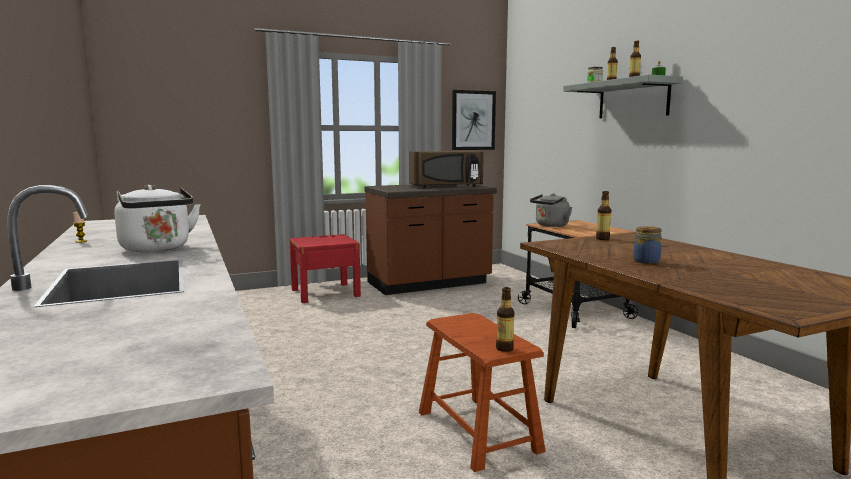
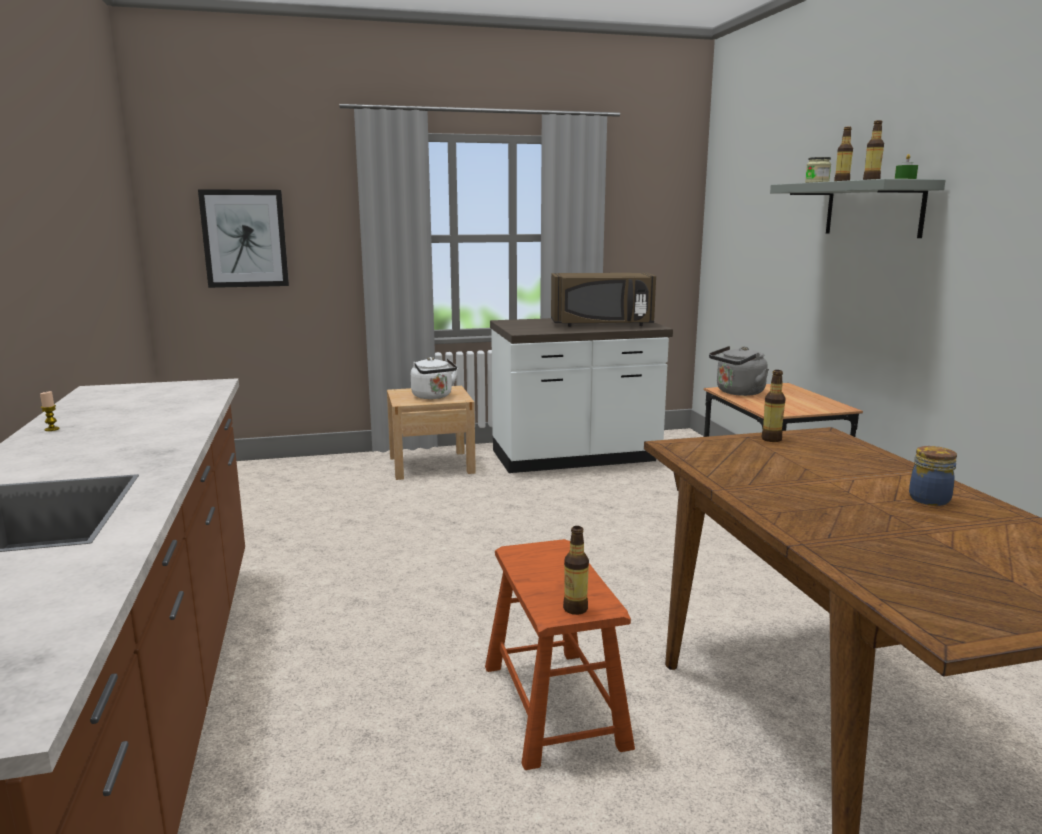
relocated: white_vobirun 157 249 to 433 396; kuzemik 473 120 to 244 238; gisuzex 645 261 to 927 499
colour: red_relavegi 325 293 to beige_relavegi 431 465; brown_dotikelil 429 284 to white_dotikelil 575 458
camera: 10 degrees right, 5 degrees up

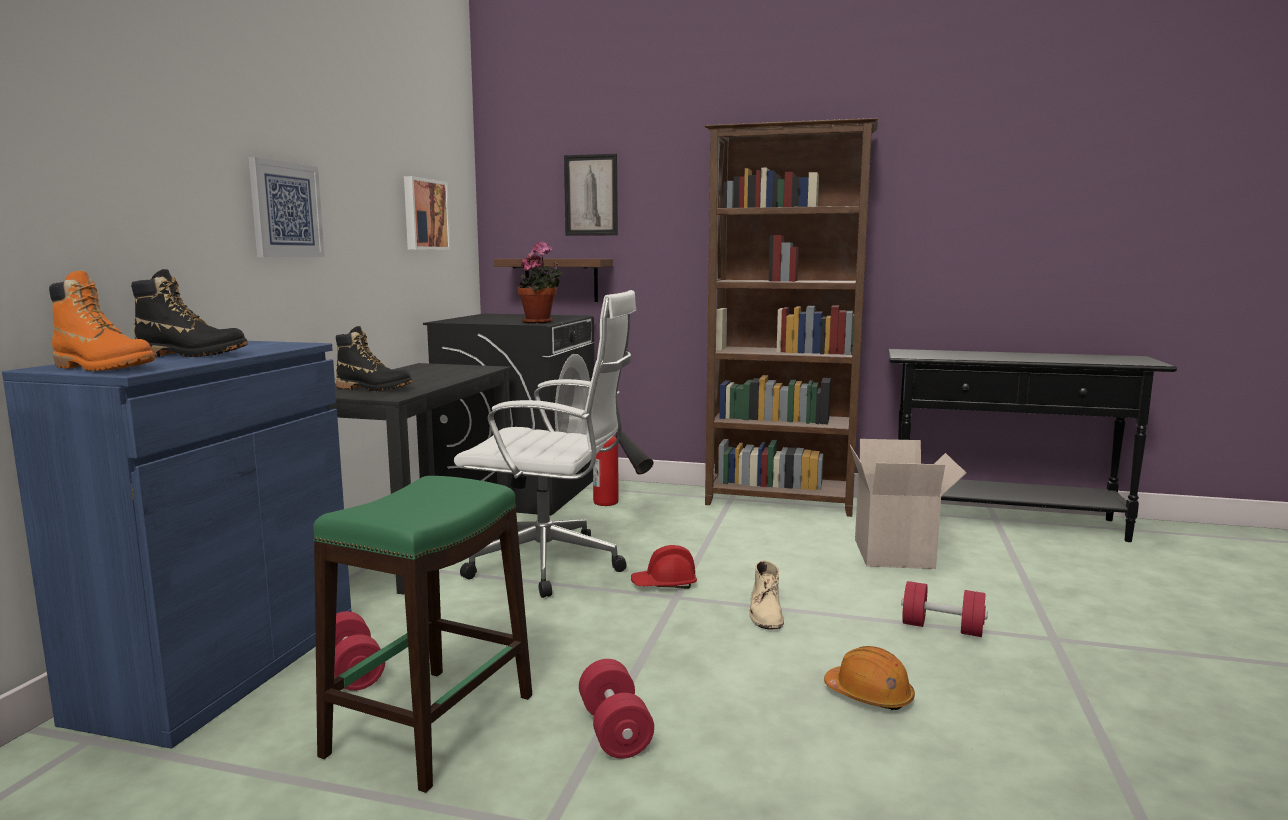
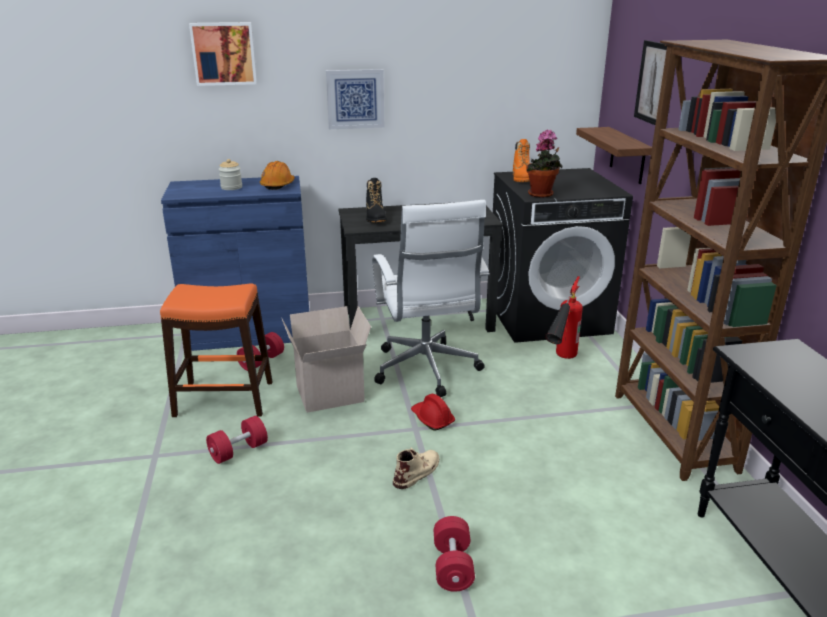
relocated: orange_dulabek 104 368 to 522 179; kuzemik 424 214 to 224 53; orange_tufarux 869 695 to 278 185; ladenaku 896 554 to 329 395
exchanged: black_dulabek 191 355 to gisuzex 231 187
colour: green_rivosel 430 724 to orange_rivosel 224 398
spun: beige_dulabek 766 613 = 417 471 150 degrees clockwise
camera: 65 degrees right, 15 degrees up

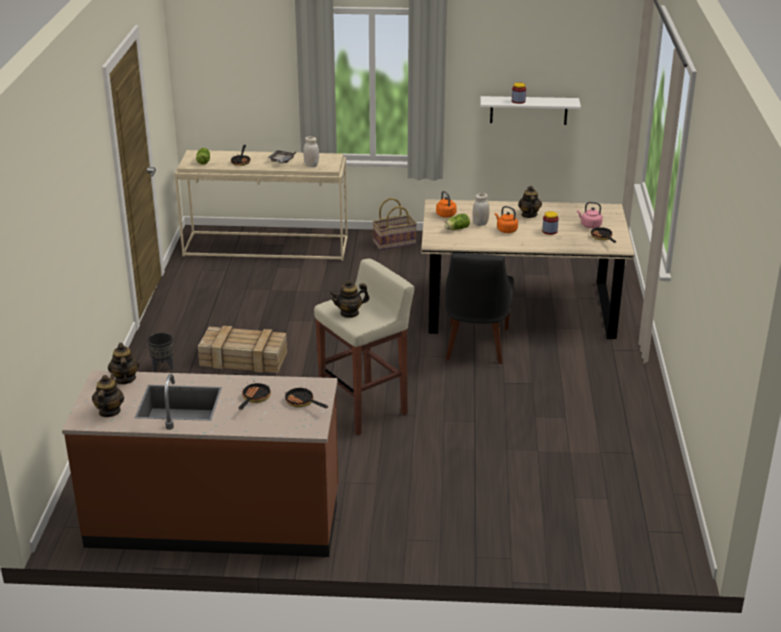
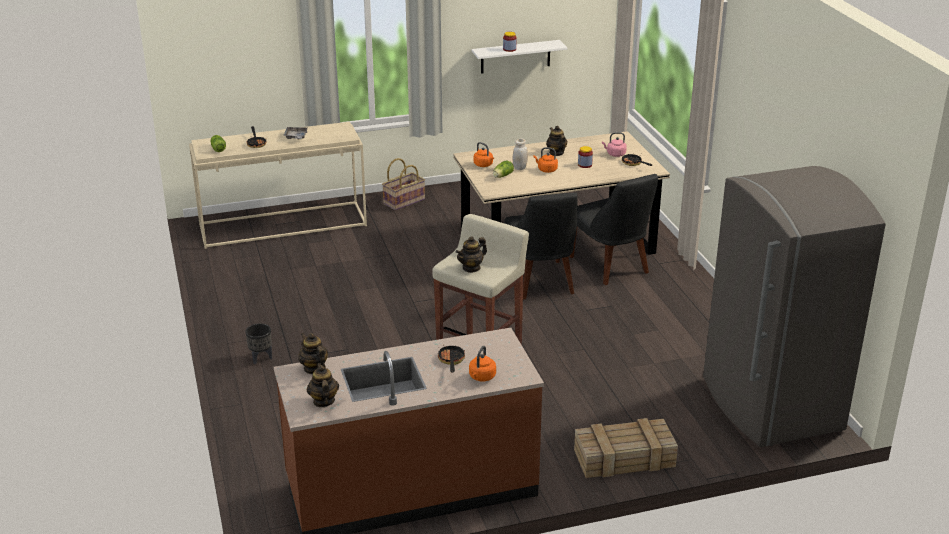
missing: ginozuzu 302 403; white_gisuzex 311 165
appeared: orange_vobirun 481 377; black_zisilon 611 266; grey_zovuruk 770 405
relocated: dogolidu 242 359 to 623 458
camera: 20 degrees left, 0 degrees up

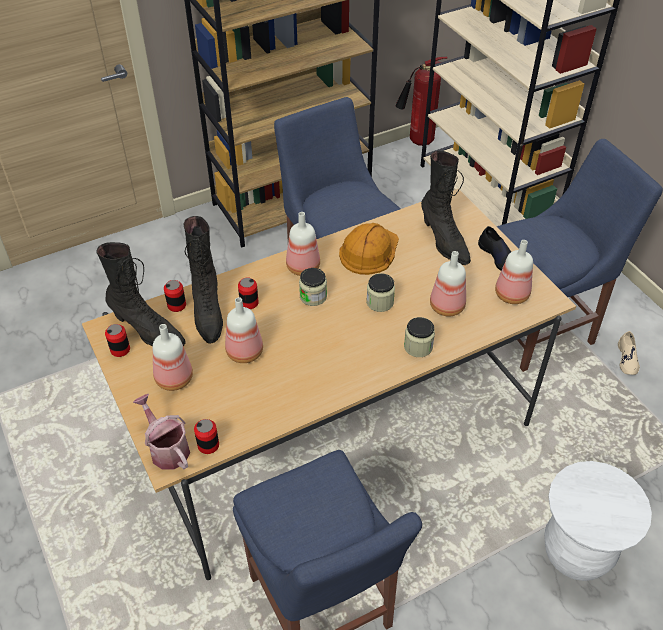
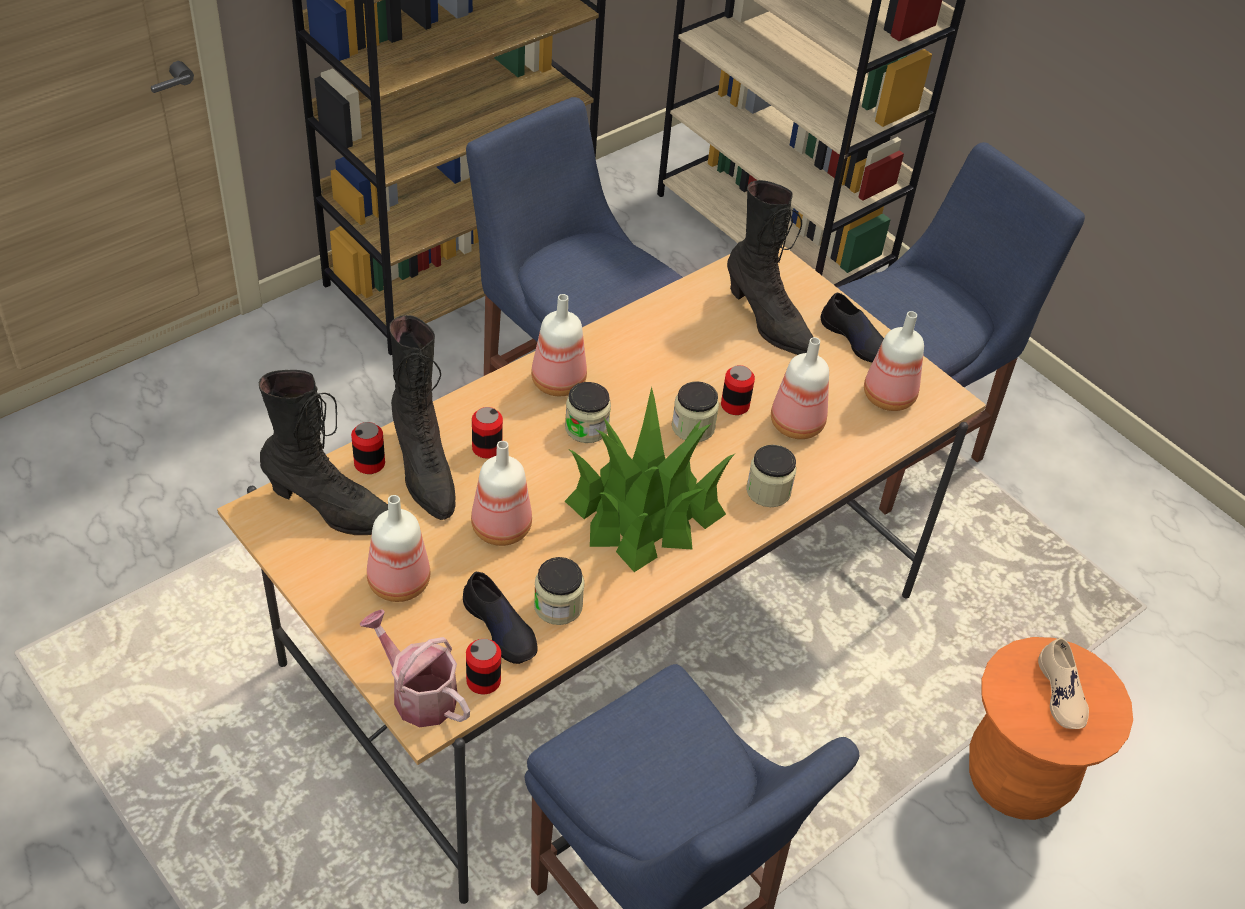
missing: orange_tufarux 369 251; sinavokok 418 142
appeared: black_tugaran 501 627; gisuzex 558 606; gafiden 644 510
relocated: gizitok 120 350 to 735 405; beige_tugaran 627 359 to 1061 693
colour: white_rivosel 576 552 to orange_rivosel 1016 779
camera: 15 degrees left, 0 degrees up

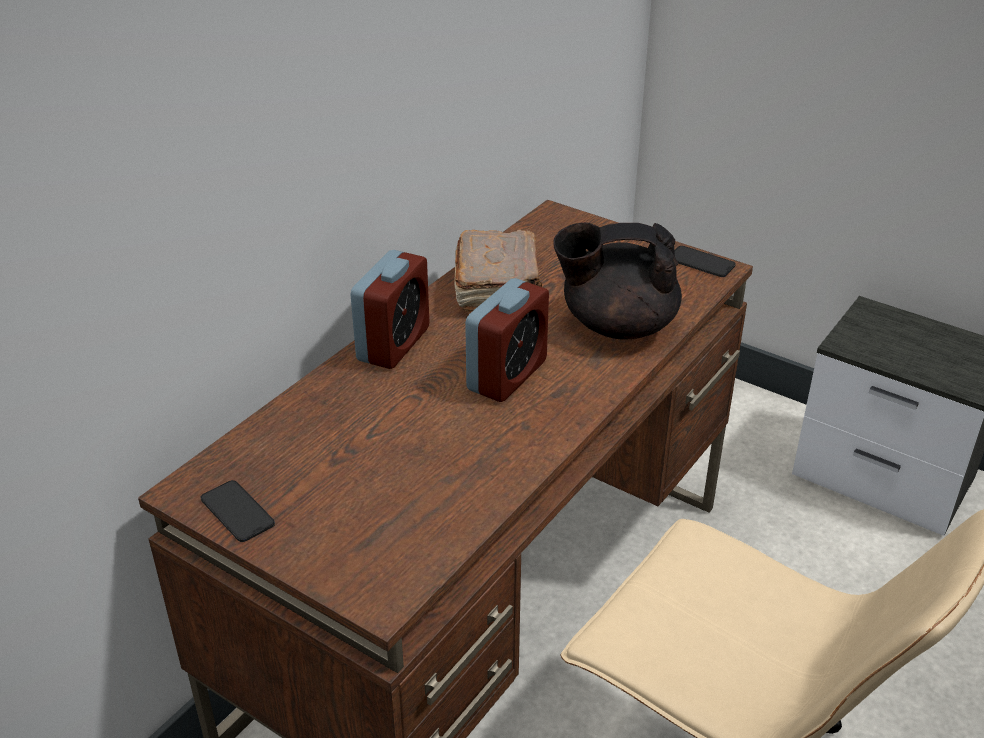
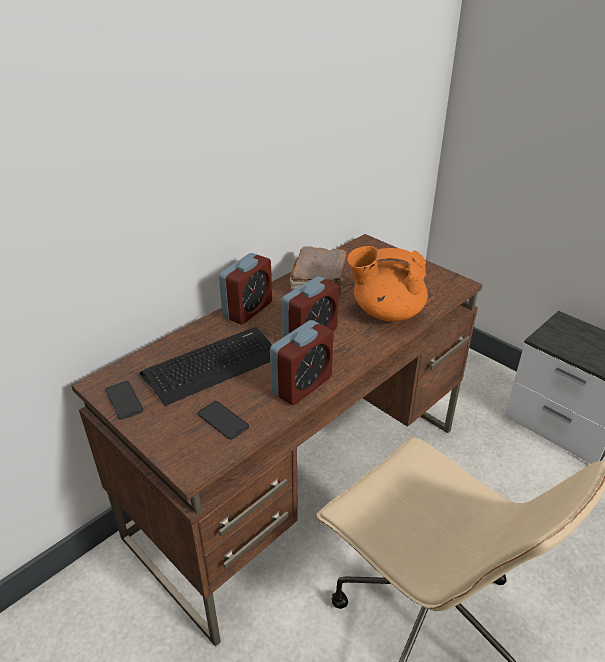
appeared: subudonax 213 365; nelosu 302 385
relocated: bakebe 701 262 to 223 420
colour: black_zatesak 616 325 to orange_zatesak 386 312
camera: 10 degrees right, 0 degrees up

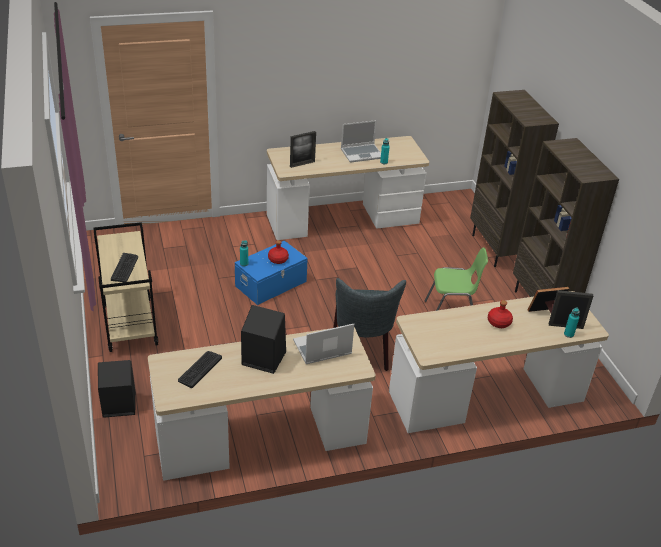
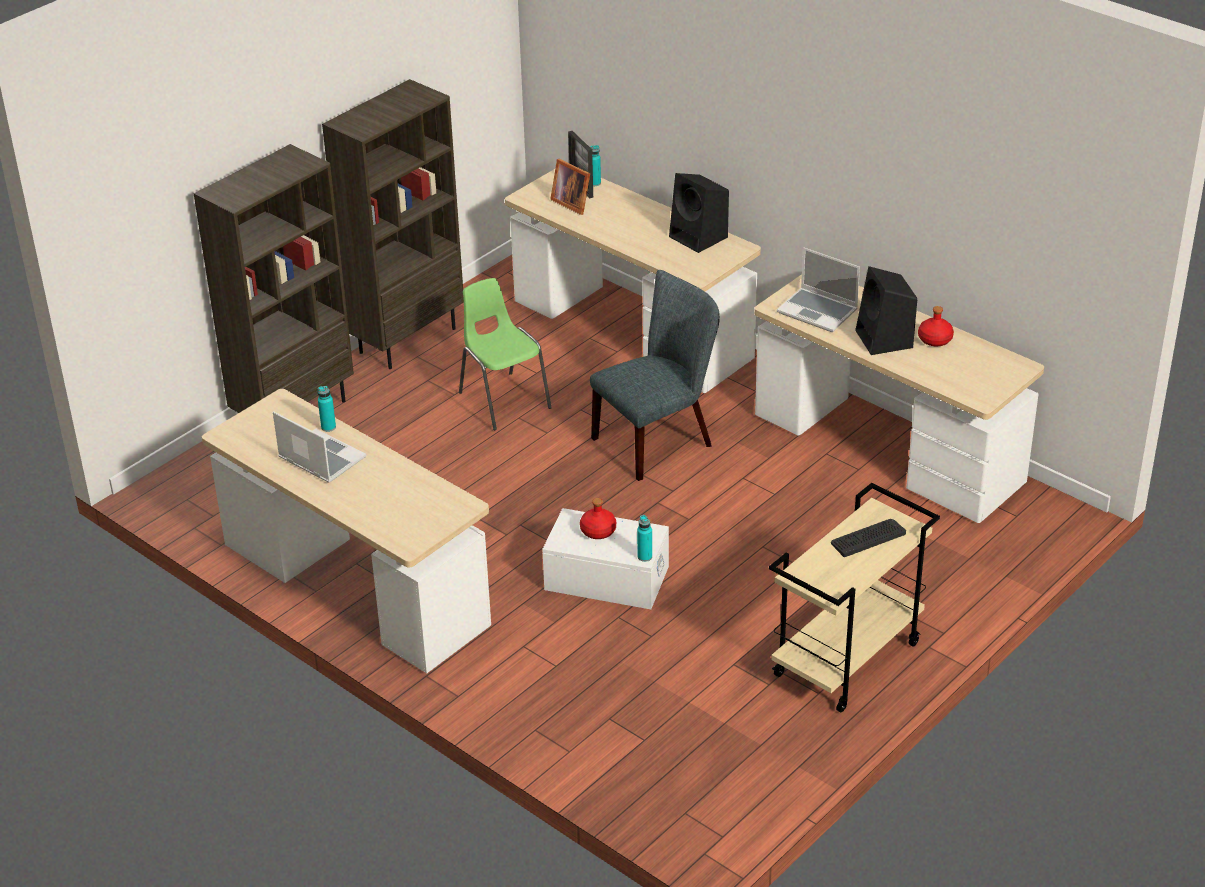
missing: subudonax 199 369; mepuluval 302 164
relocated: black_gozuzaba 118 405 to 700 237; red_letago 499 322 to 934 340
colour: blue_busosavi 271 284 to white_busosavi 606 577
camera: 120 degrees left, 0 degrees up

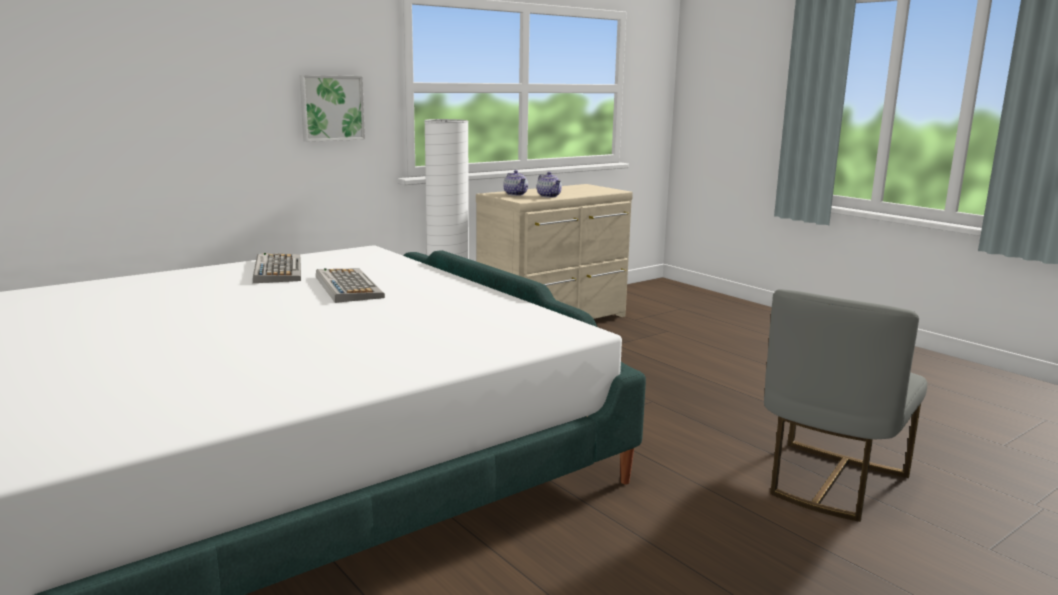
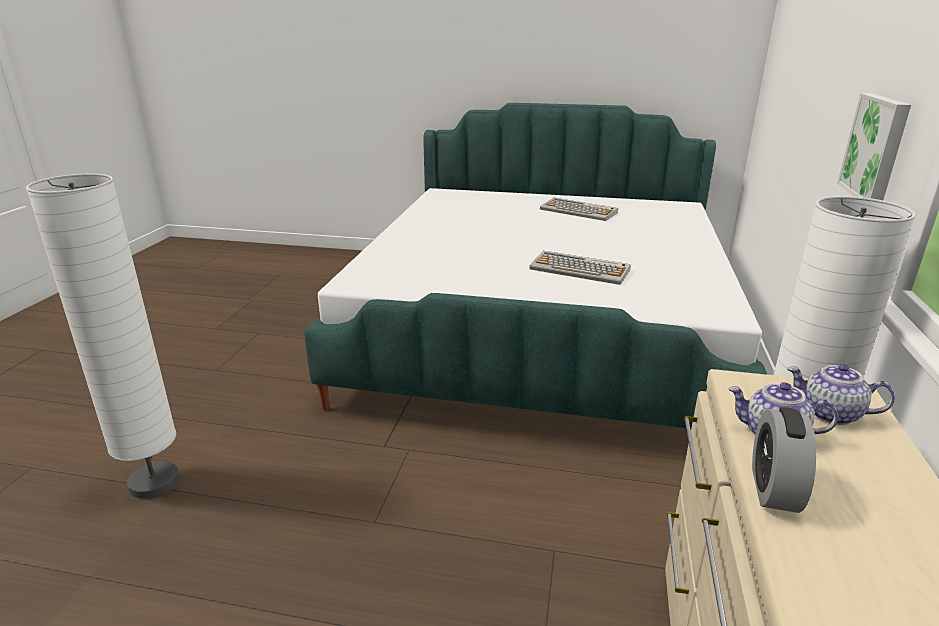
appeared: nelosu 773 489
relocated: subudonax 277 270 to 579 211
exchanged: grey_zisilon 830 482 to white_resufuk 154 482
camera: 140 degrees right, 10 degrees up

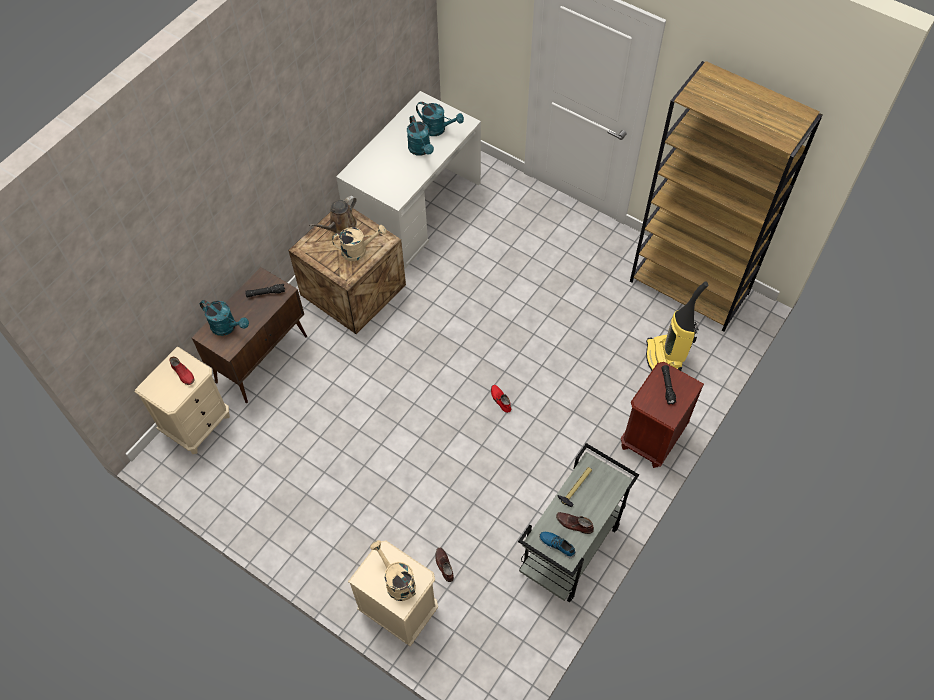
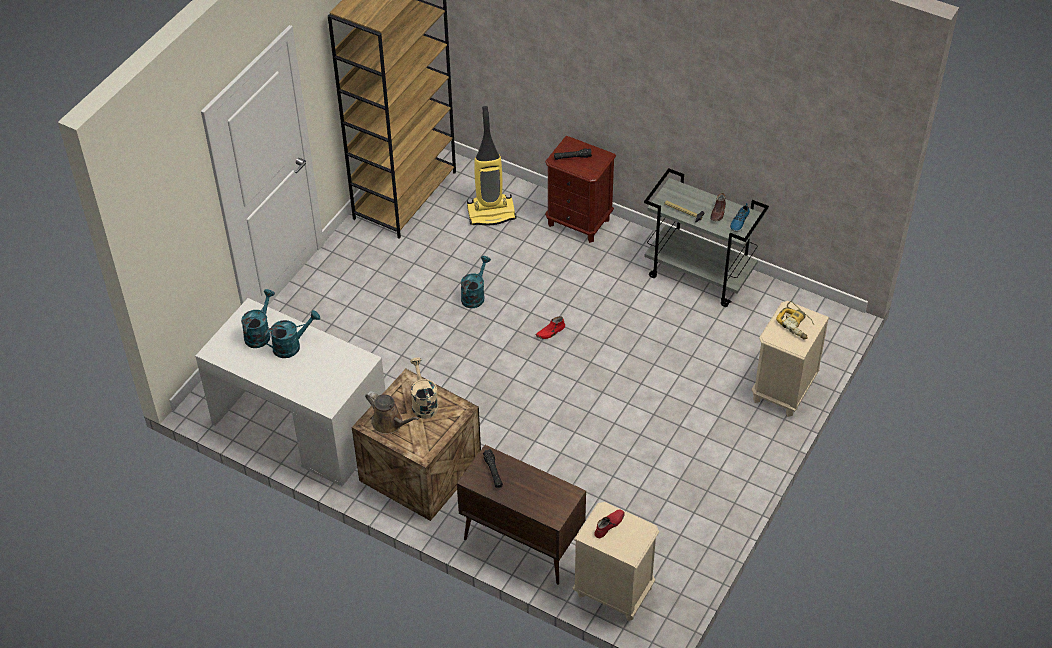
missing: brown_tugaran 444 565
relocated: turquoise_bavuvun 227 327 to 474 295
exchanged: beige_bavuvun 396 581 to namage 796 324
camera: 95 degrees left, 10 degrees down

